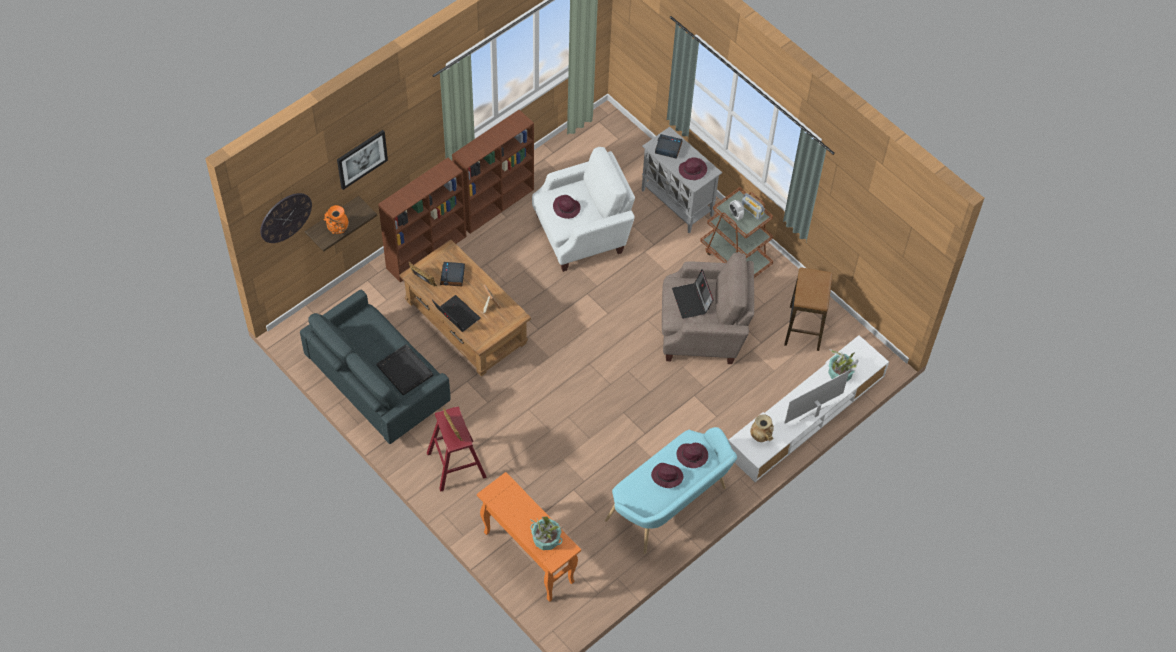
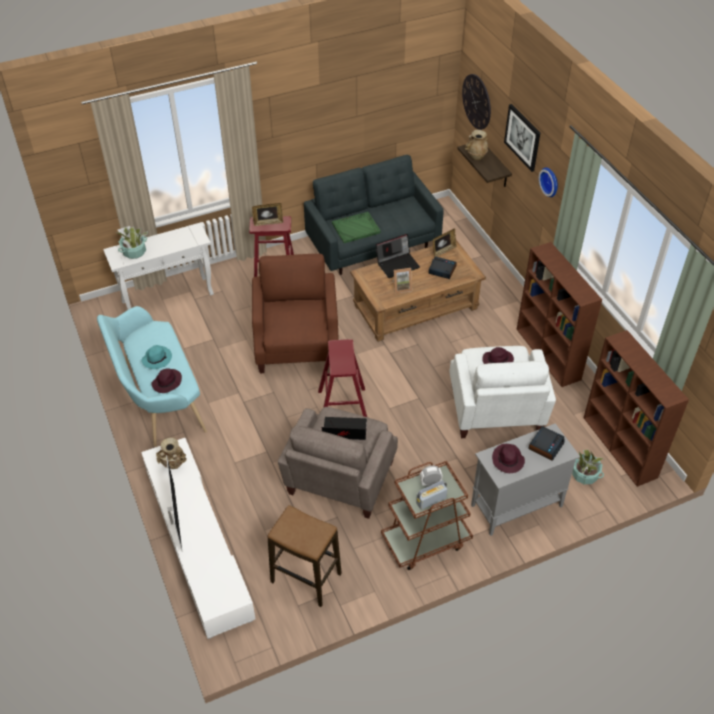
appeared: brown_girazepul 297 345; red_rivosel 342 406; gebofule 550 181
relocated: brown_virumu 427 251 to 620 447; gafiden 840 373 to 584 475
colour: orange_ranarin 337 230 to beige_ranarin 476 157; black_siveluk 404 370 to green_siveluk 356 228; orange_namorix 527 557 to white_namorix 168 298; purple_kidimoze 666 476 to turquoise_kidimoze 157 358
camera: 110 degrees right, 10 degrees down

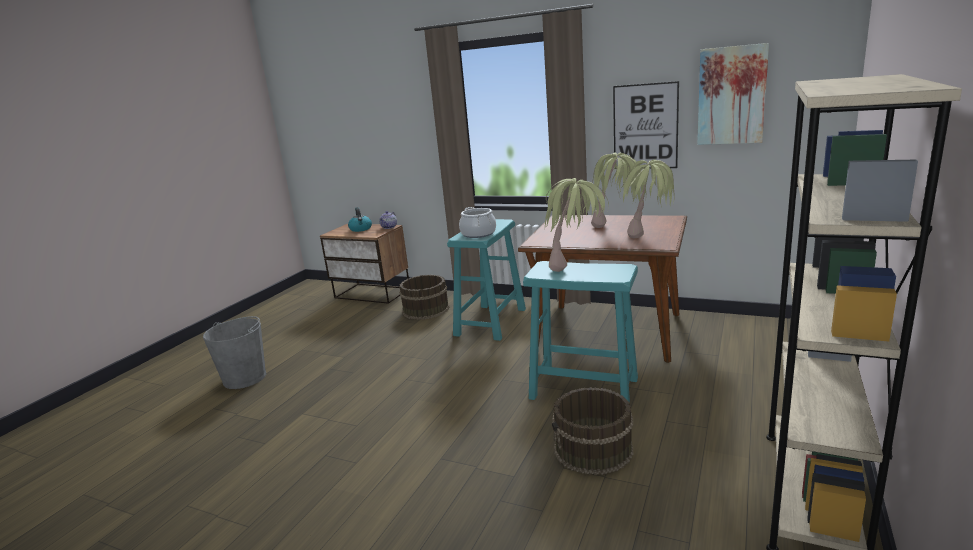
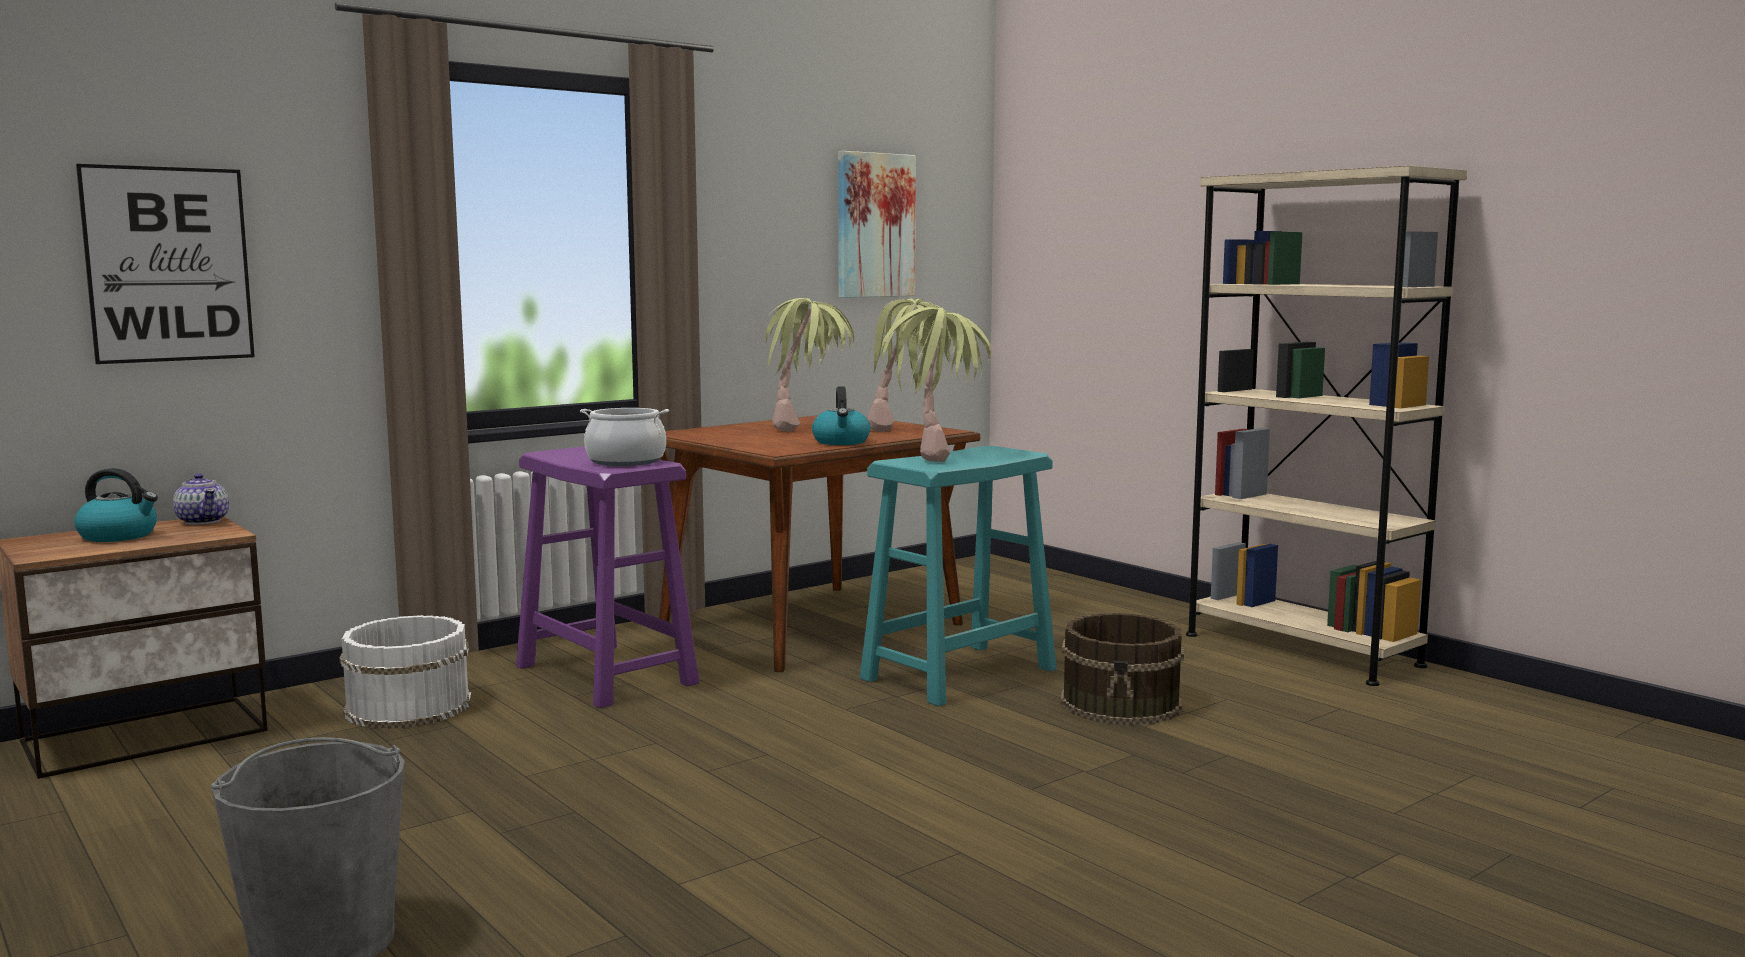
appeared: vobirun 841 442
relocated: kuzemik 645 127 to 168 264
colour: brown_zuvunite 425 309 to white_zuvunite 407 706; turquoise_rivosel 491 322 to purple_rivosel 605 674
camera: 65 degrees left, 10 degrees down

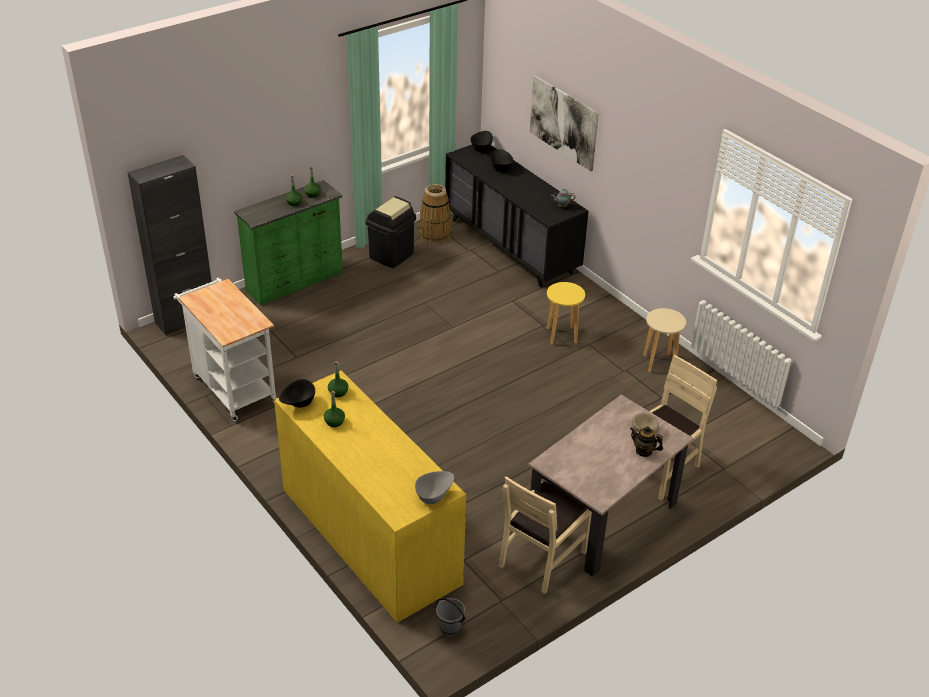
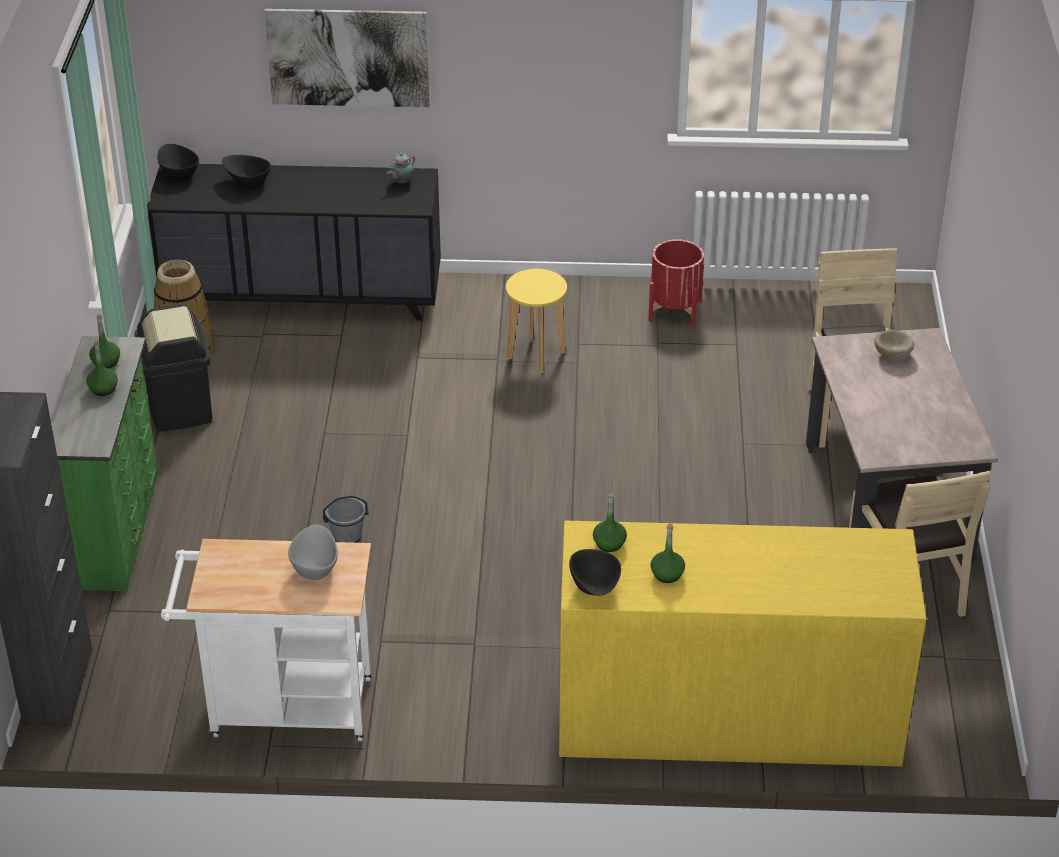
missing: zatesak 644 451
relocated: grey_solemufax 434 496 to 315 567; grey_zuvunite 449 628 to 347 540
exchanged: beige_rivosel 659 363 to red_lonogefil 675 311
camera: 50 degrees left, 0 degrees up

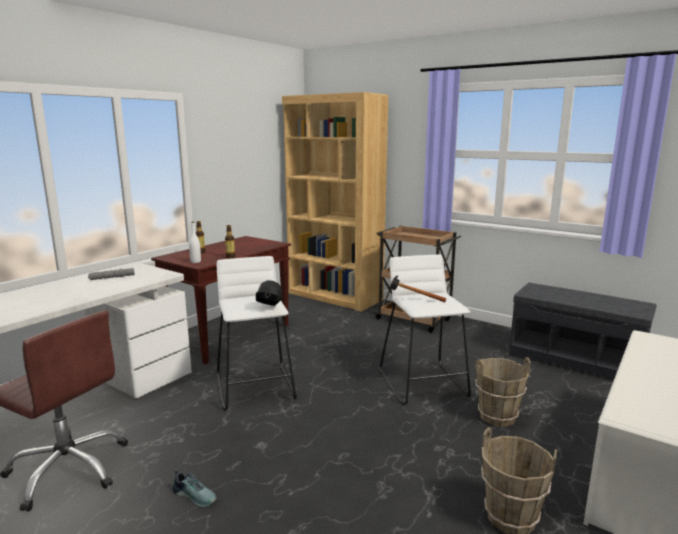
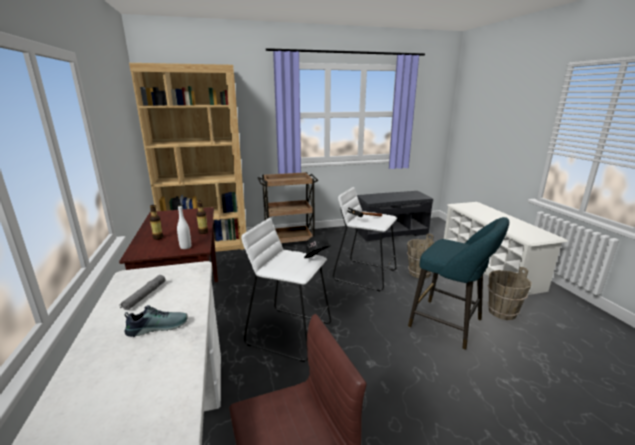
appeared: turquoise_rivosel 449 325
relocated: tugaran 195 495 to 158 326
camera: 50 degrees left, 5 degrees up

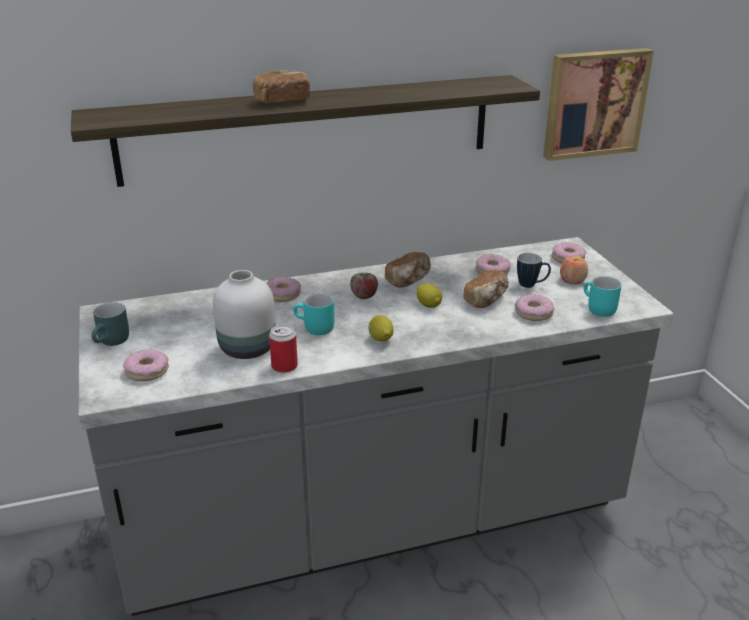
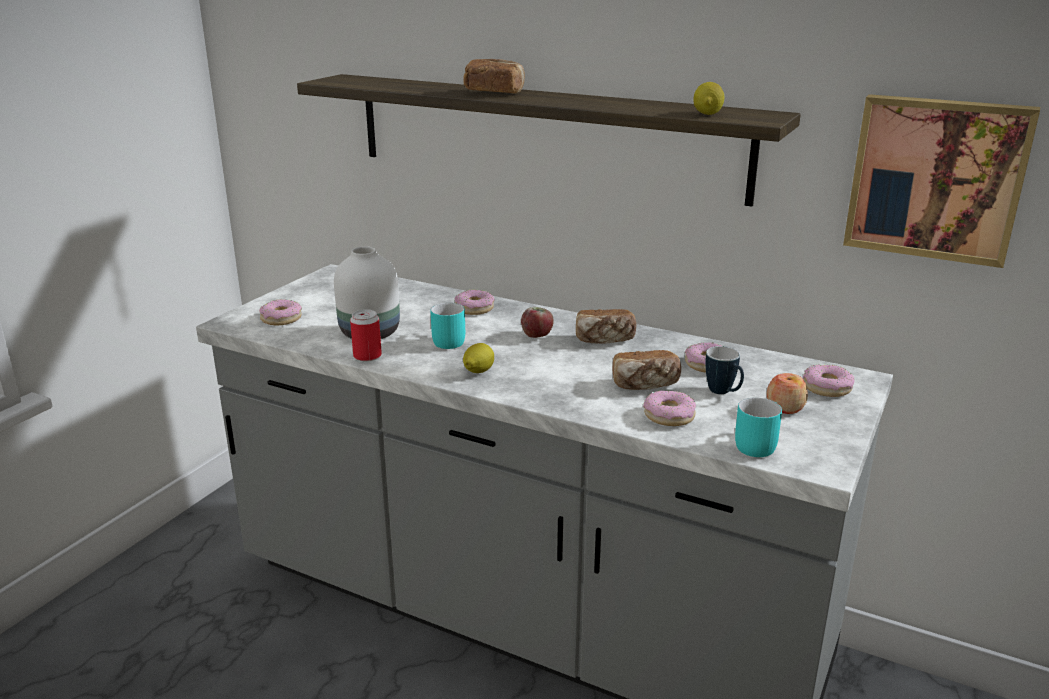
missing: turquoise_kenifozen 113 342
relocated: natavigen 428 305 to 707 114
camera: 45 degrees right, 5 degrees down

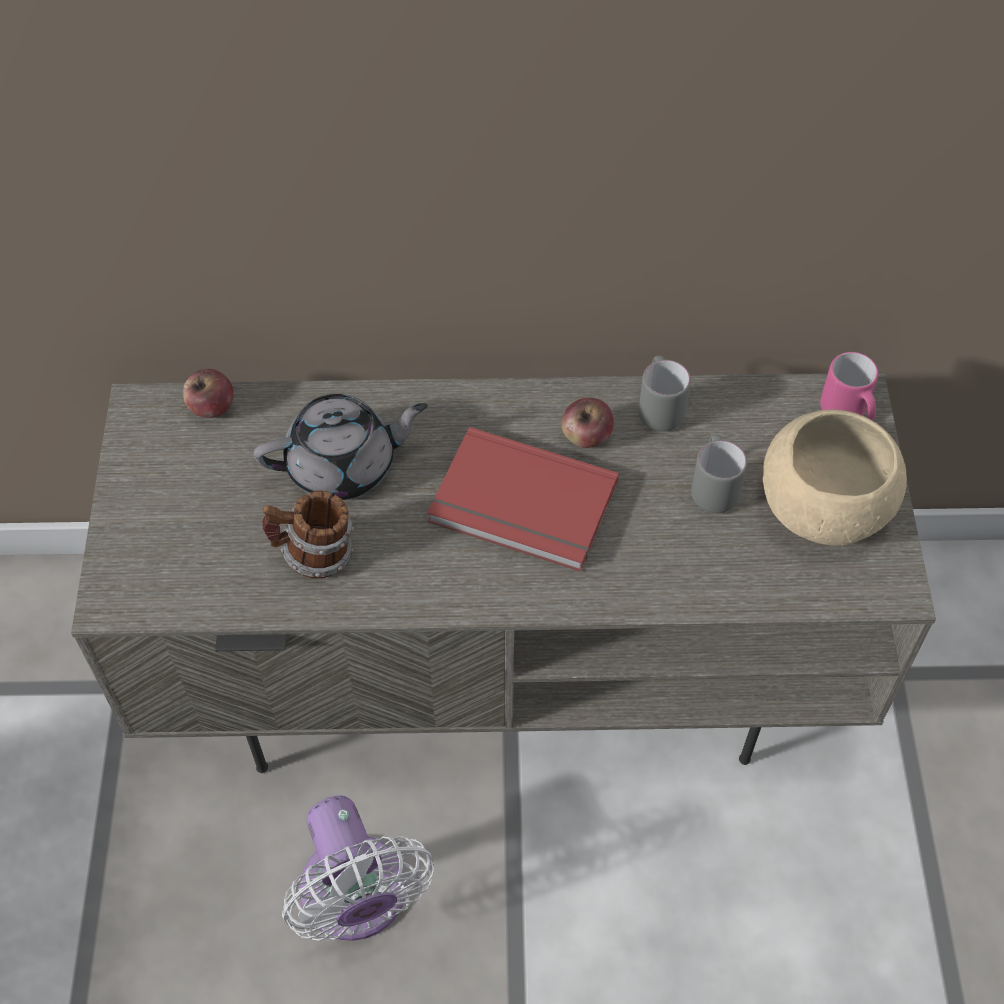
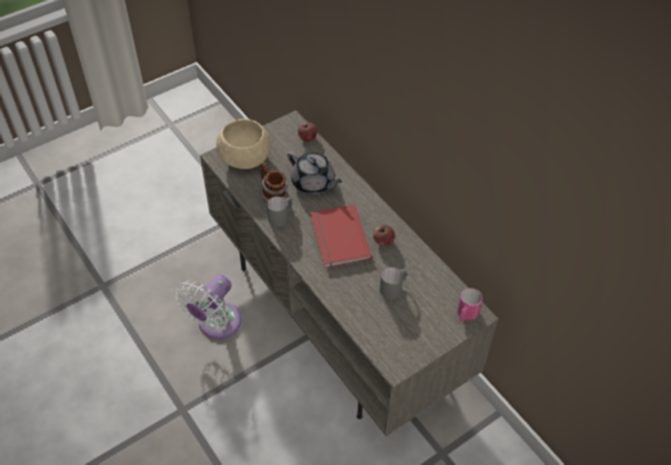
relocated: grey_kenifozen 659 408 to 281 218; beige_solemufax 824 507 to 245 159
camera: 55 degrees right, 5 degrees down

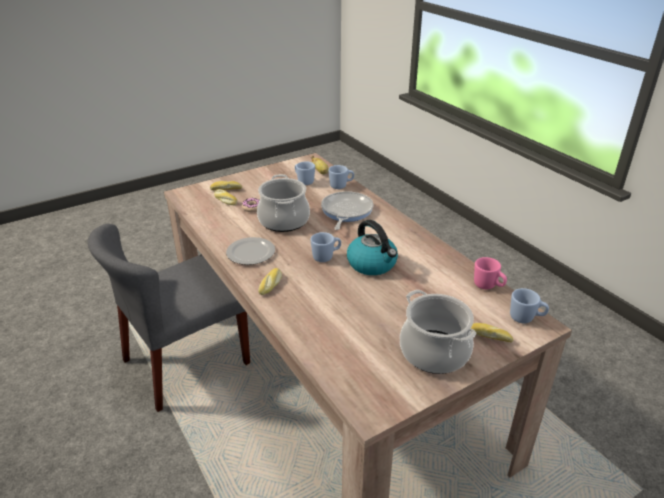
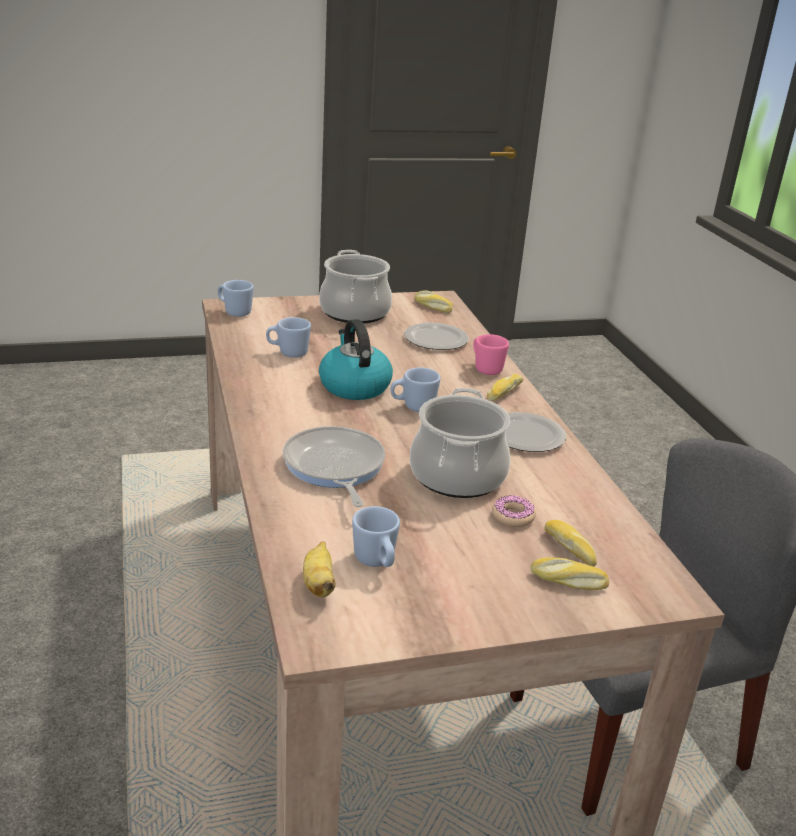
appeared: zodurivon 436 340
relocated: blue_kenifozen 341 186 to 288 353; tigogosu 488 336 to 432 307; pink_kenifozen 488 286 to 485 368
spun: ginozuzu 345 212 = 334 467 135 degrees clockwise
camera: 165 degrees left, 5 degrees down

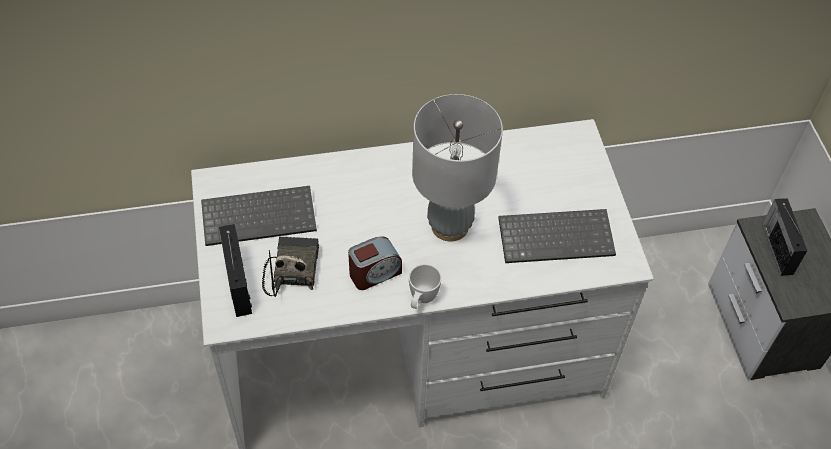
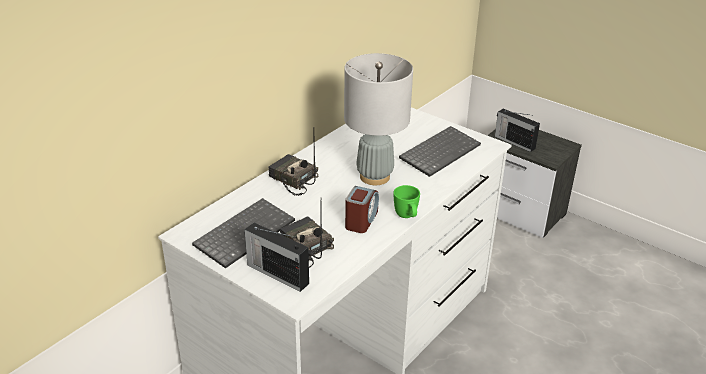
appeared: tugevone 292 180
colour: white_kenifozen 421 300 to green_kenifozen 407 217
camera: 40 degrees left, 20 degrees down

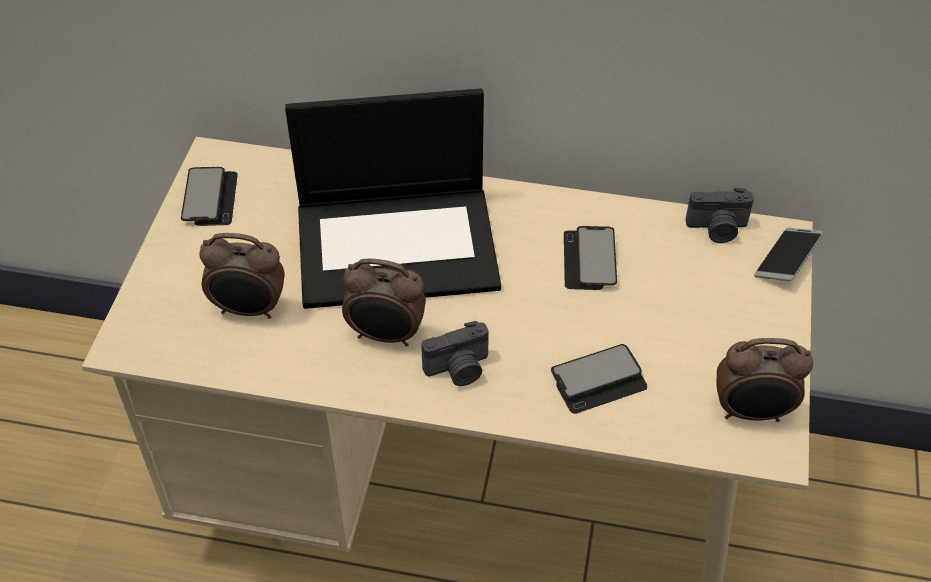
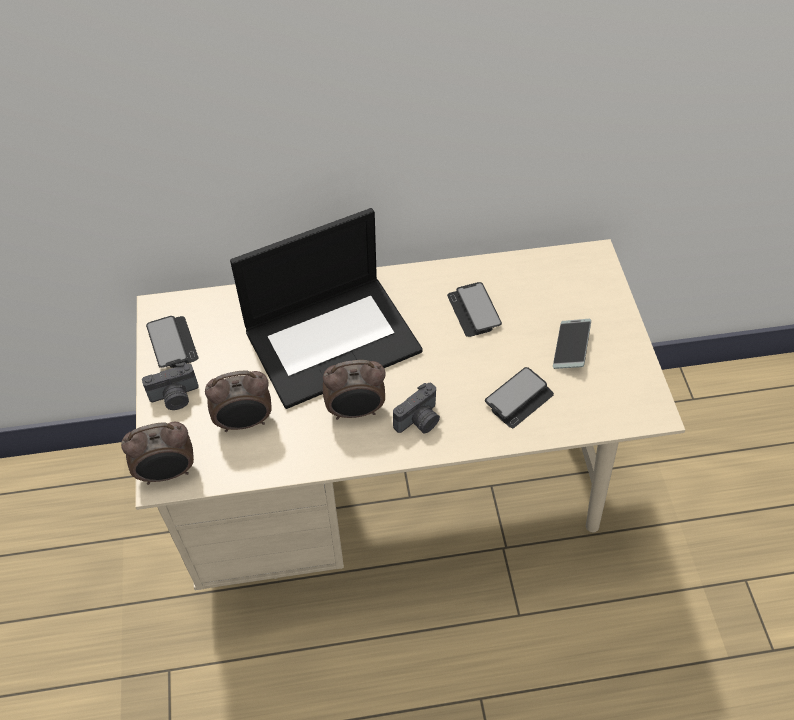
relocated: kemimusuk 717 229 to 175 397; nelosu 752 412 to 168 473; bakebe 787 260 to 571 347
camera: 20 degrees left, 5 degrees up

